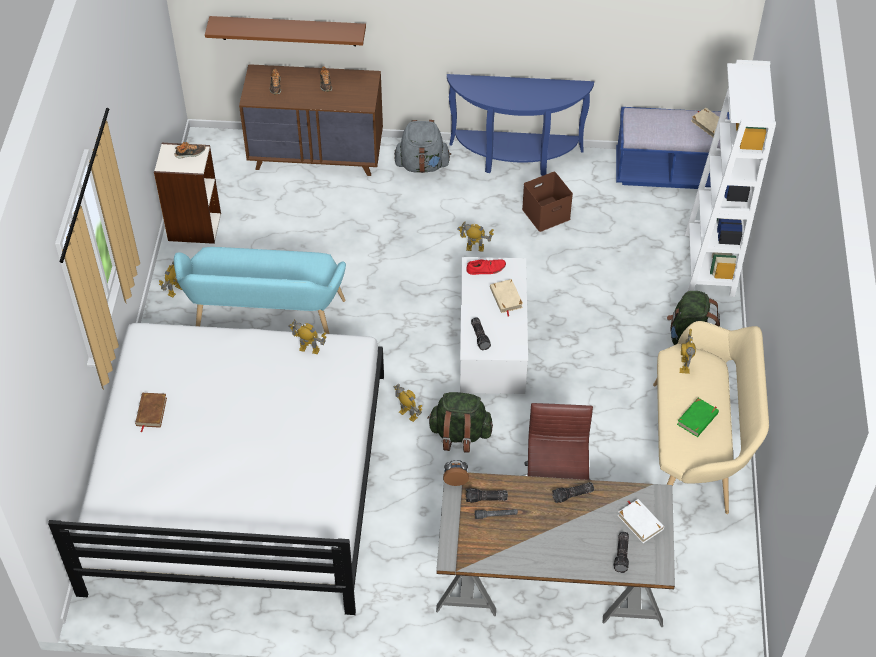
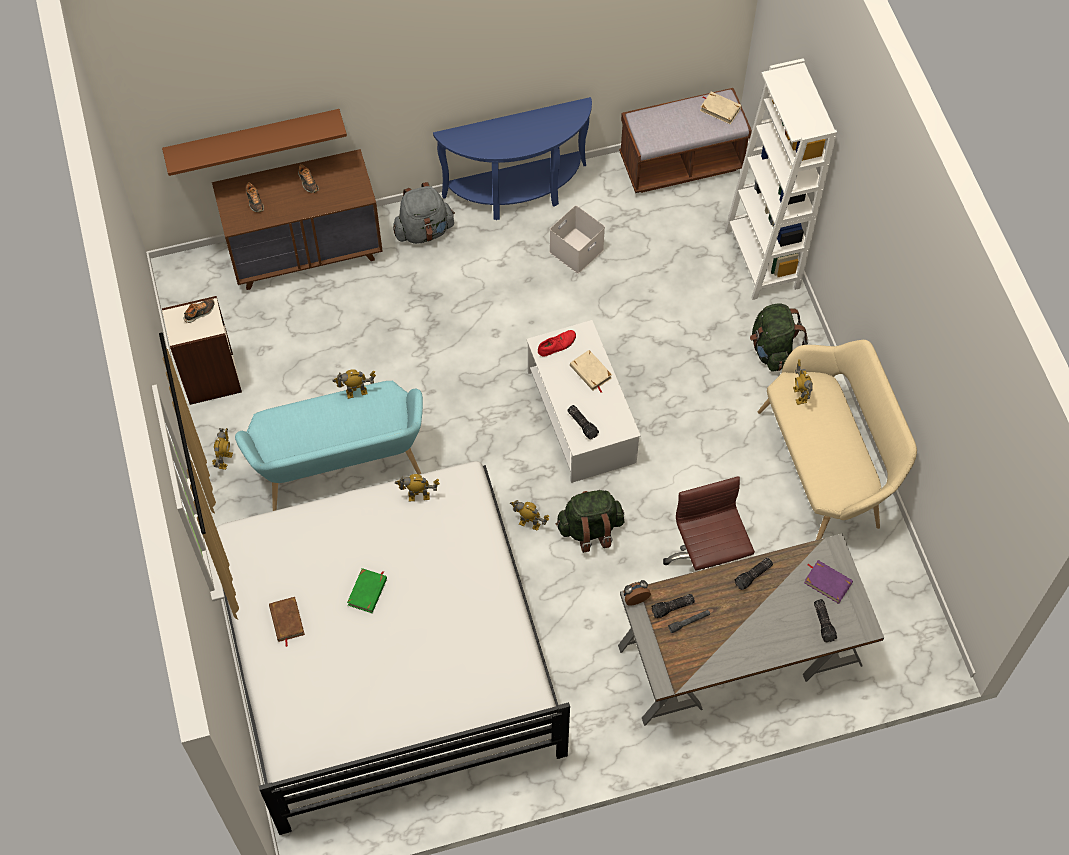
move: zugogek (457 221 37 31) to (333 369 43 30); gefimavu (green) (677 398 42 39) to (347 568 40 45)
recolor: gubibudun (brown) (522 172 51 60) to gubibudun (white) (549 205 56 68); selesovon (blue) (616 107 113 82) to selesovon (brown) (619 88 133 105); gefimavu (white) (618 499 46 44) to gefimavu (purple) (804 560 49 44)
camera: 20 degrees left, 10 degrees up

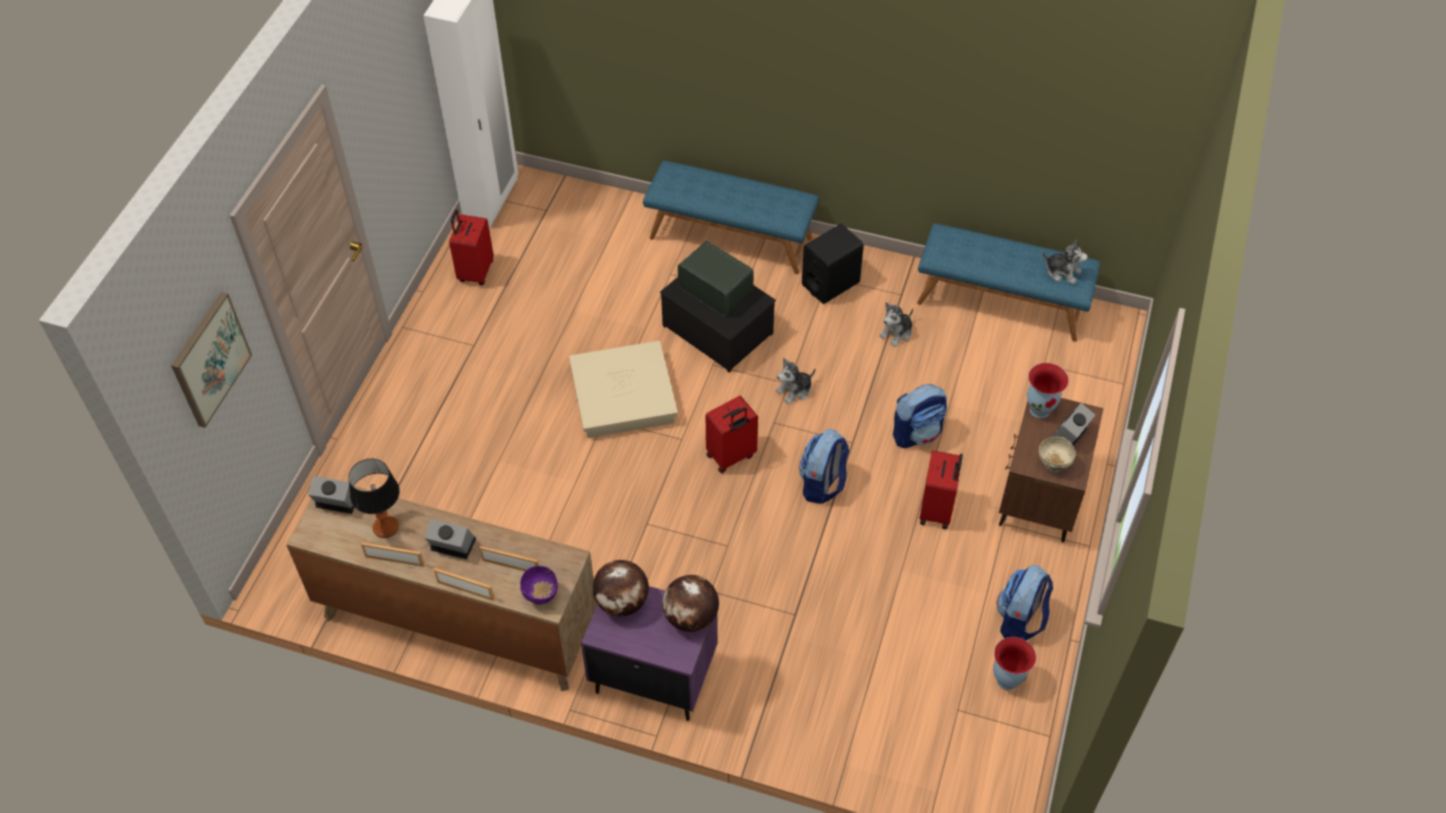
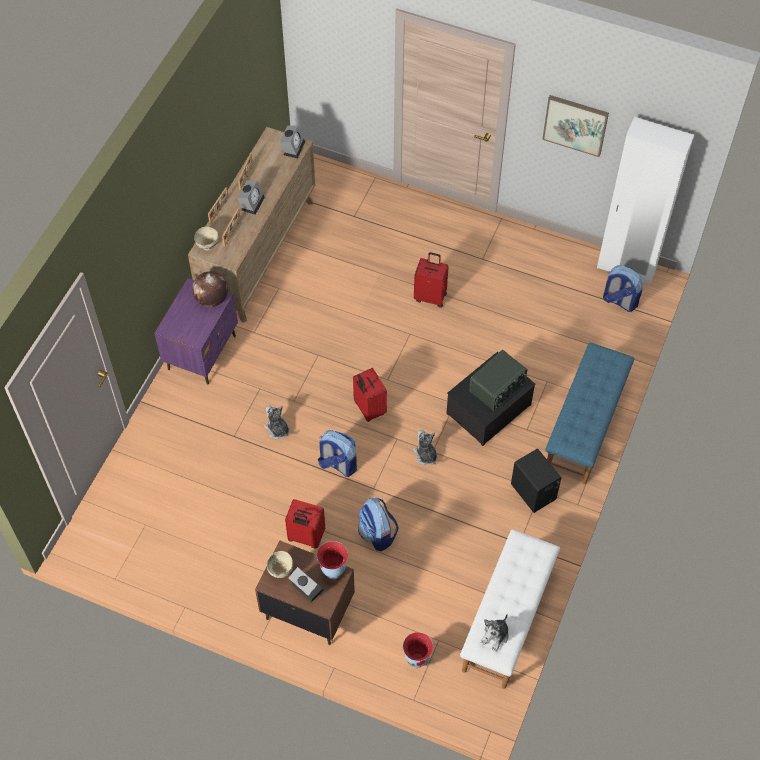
delete: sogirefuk (349 459 51 79); gubibudun (beige) (569 341 109 97); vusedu (662 575 57 57)
move: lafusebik (171 292 81 136) to (542 95 67 62); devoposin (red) (449 209 45 76) to (414 252 35 56); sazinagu (879 302 34 45) to (264 405 25 34); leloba (993 637 43 53) to (403 632 30 36); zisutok (996 565 57 75) to (603 265 40 47)
recolor: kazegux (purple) (520 566 38 39) to kazegux (beige) (194 227 25 24); selesovon (blue) (917 223 184 119) to selesovon (white) (460 529 100 159)
camera: 95 degrees right, 5 degrees up

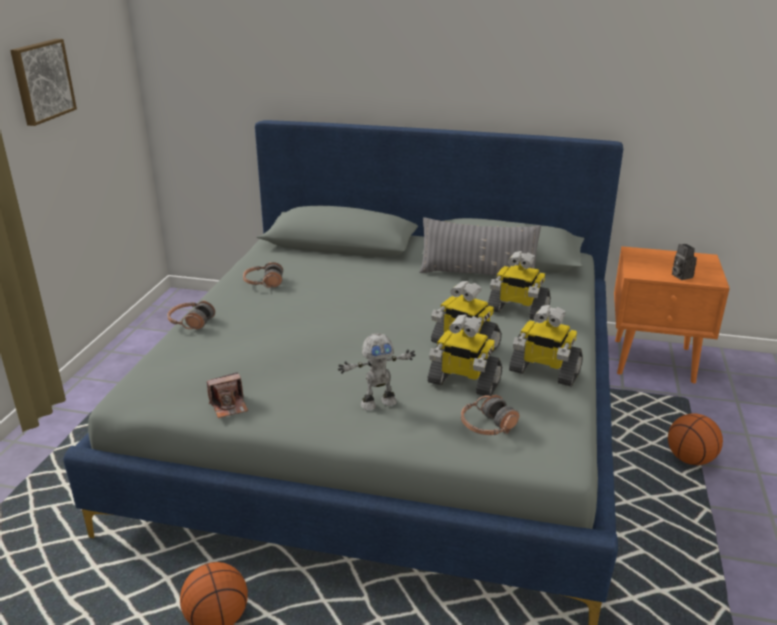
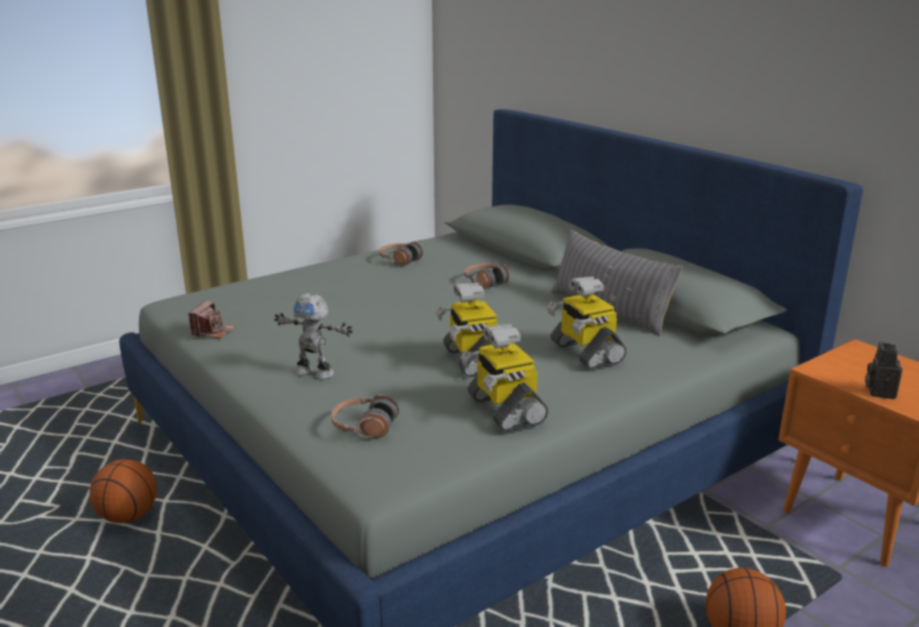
delete: lafusebik (10 39 67 87); zugogek (427 314 75 82)
move: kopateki (167 300 48 29) to (465 264 44 25)
rotate: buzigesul (207 372 41 46) = (188 301 48 37) 90 degrees counterclockwise
camera: 40 degrees right, 5 degrees down

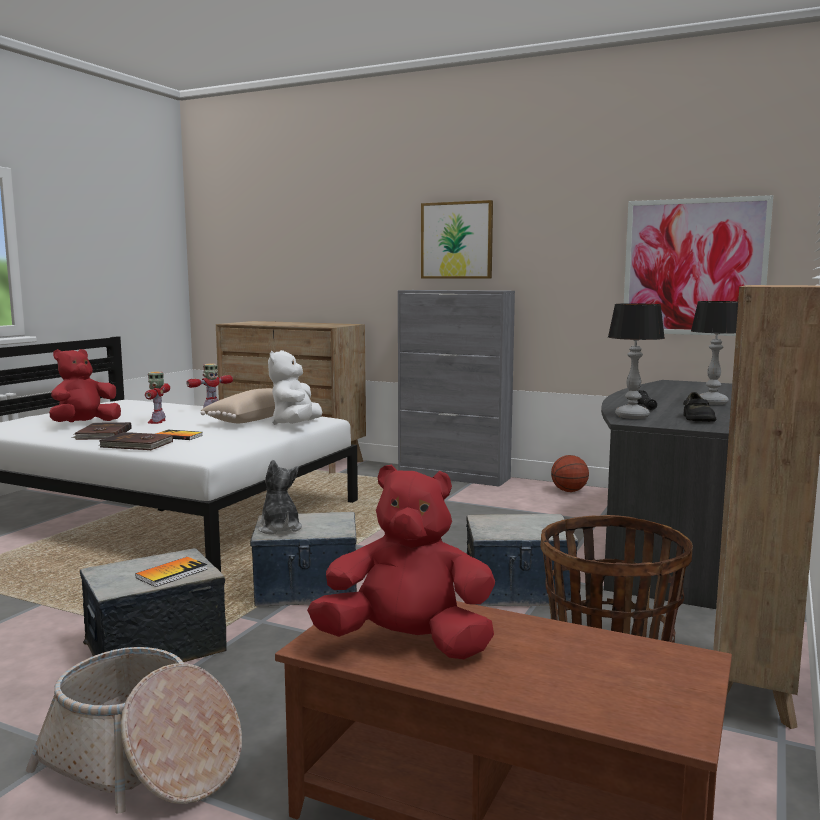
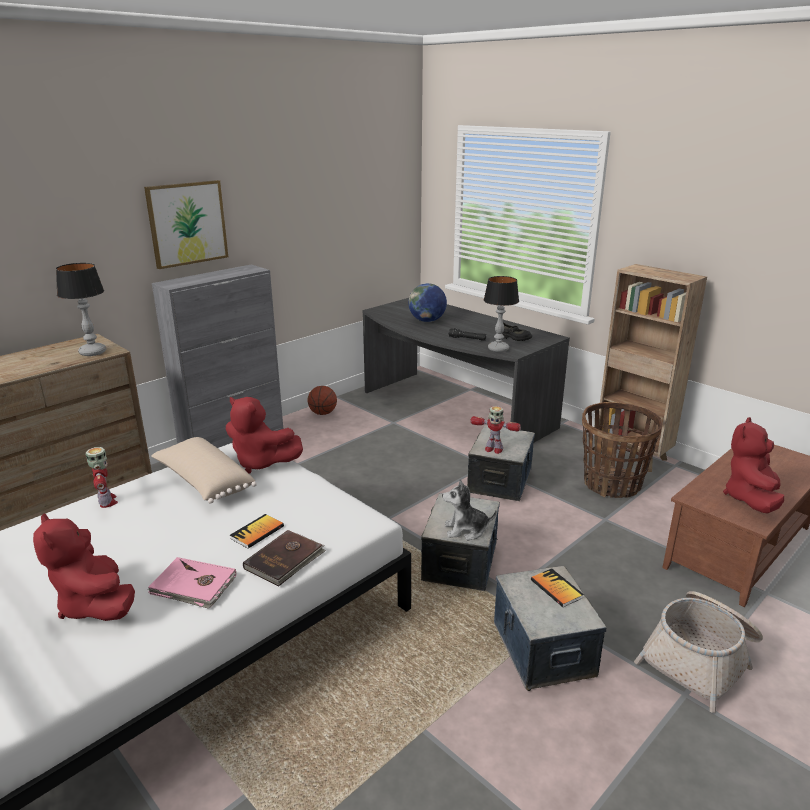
delete: lafusebik (624 195 149 141)
insert: vusedu (408 283 39 39)
move: zugogek (145 372 25 52) to (470 406 51 48); sogirefuk (691 301 47 104) to (56 263 50 93)
recolor: gefimavu (brown) (72 422 60 18) to gefimavu (pink) (148 557 88 52); sazinagu (white) (268 350 54 75) to sazinagu (red) (226 397 77 77)
camera: 70 degrees left, 15 degrees up

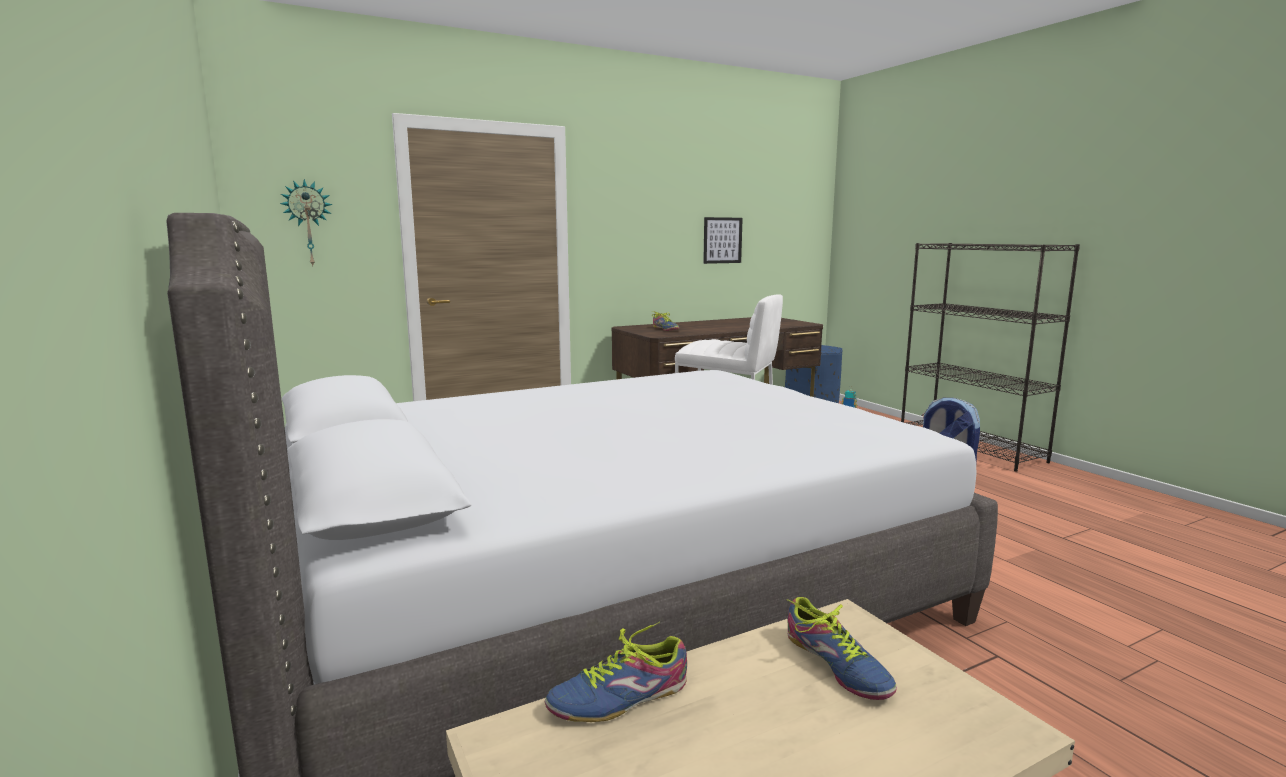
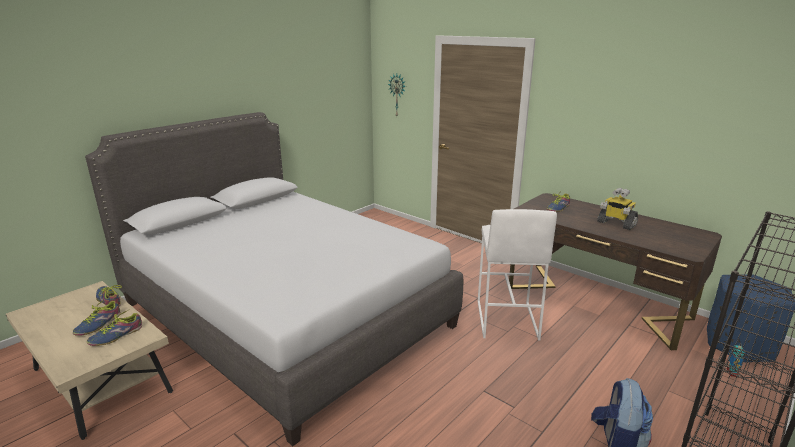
delete: lafusebik (703 217 40 47)
insert: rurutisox (73 298 48 38); zugogek (597 188 41 42)
camera: 70 degrees right, 10 degrees up

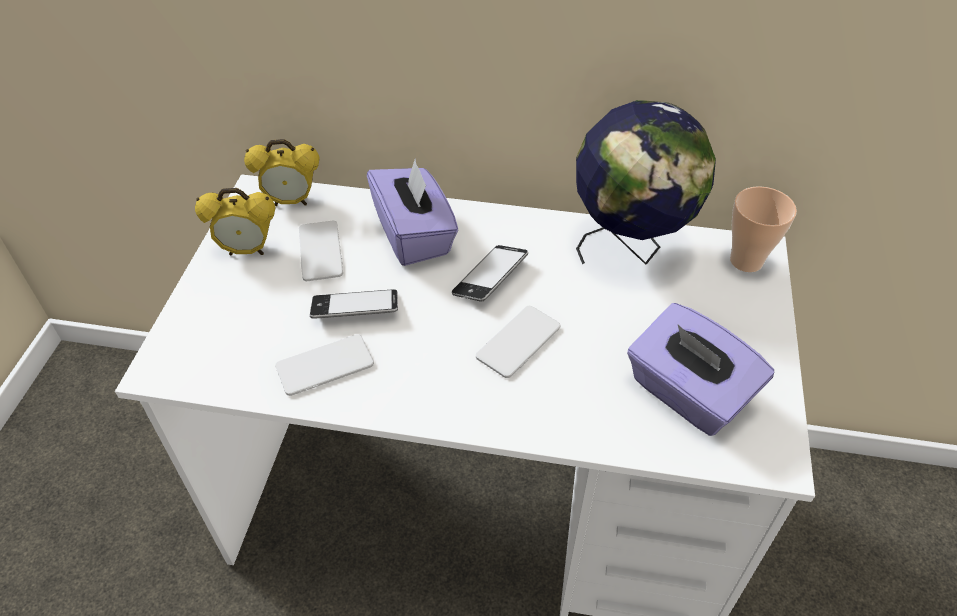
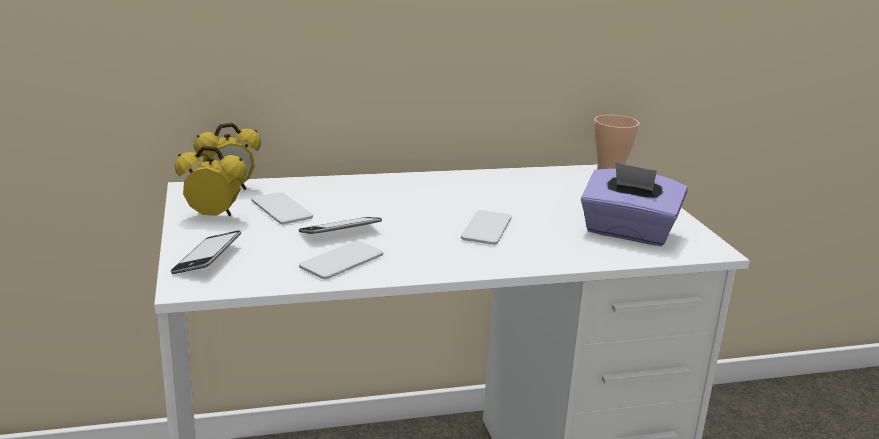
delete: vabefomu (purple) (367 159 92 107); vusedu (576 100 140 165)
move: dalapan (452 245 76 57) to (171 230 70 44)
rotate: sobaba (195 188 80 68) = (175 146 72 70) 150 degrees counterclockwise
camera: 25 degrees left, 25 degrees down

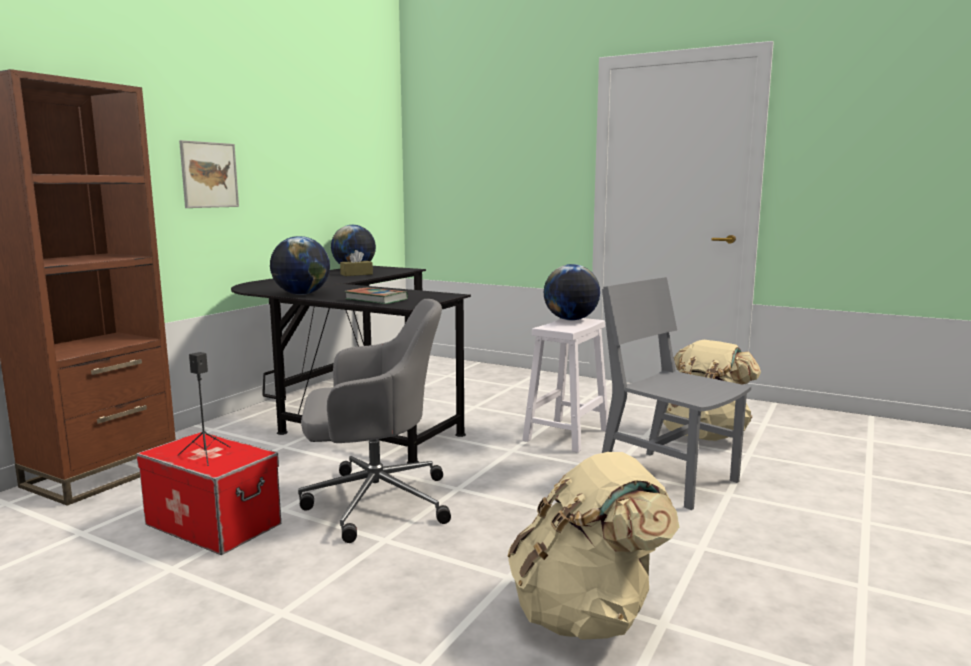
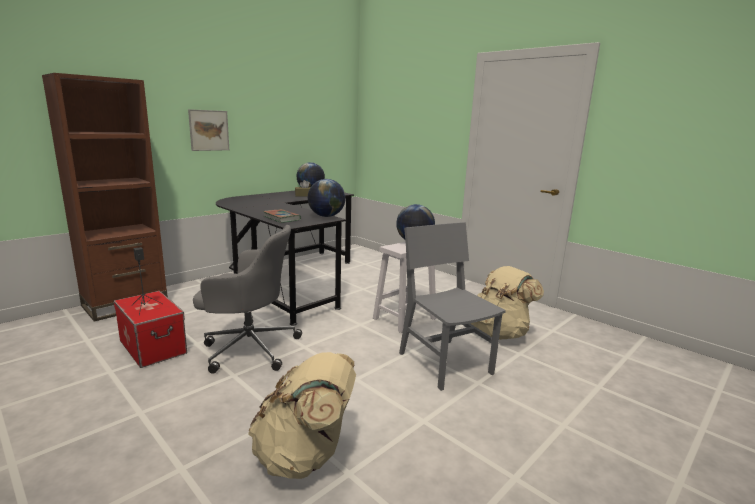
move: vusedu (270 236 60 59) to (308 179 38 38)
camera: 15 degrees right, 5 degrees up

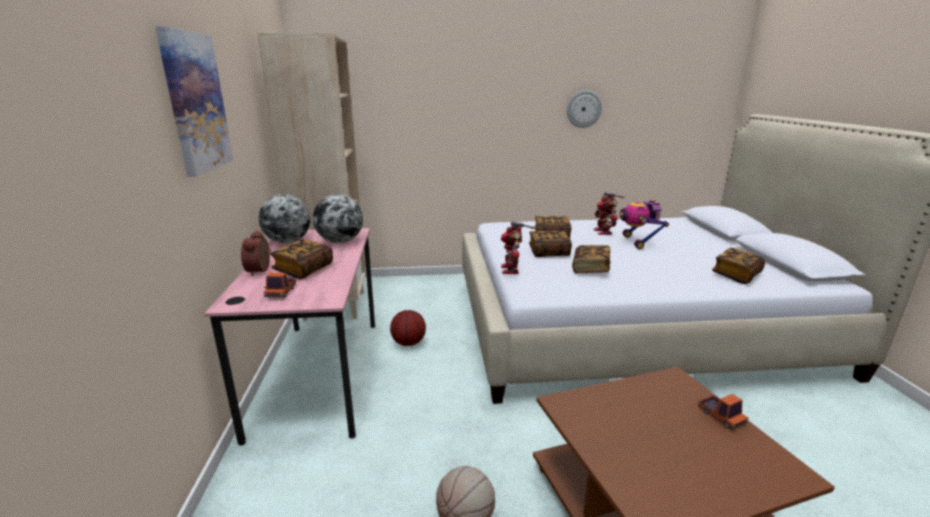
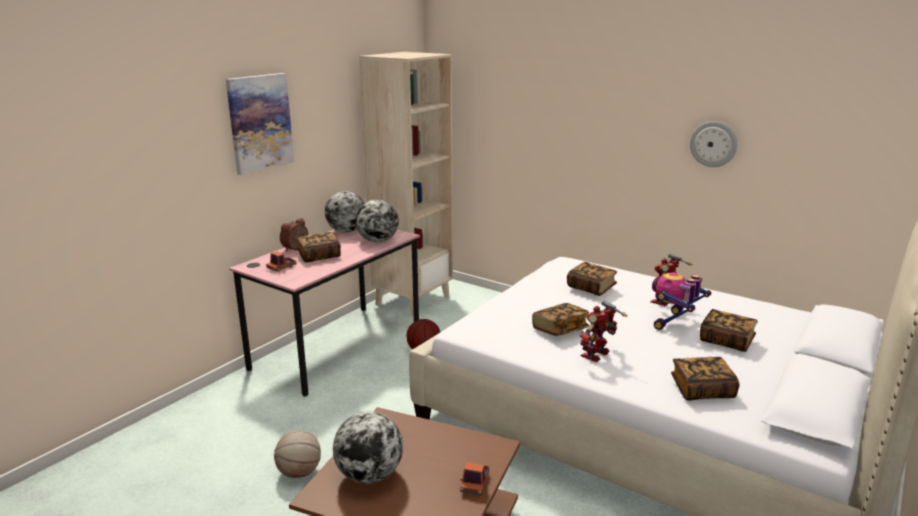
insert: vusedu (333 411 70 73)
move: zugogek (501 221 35 53) to (580 300 47 62); gefimavu (529 231 43 26) to (700 309 58 43)
camera: 40 degrees right, 0 degrees up

